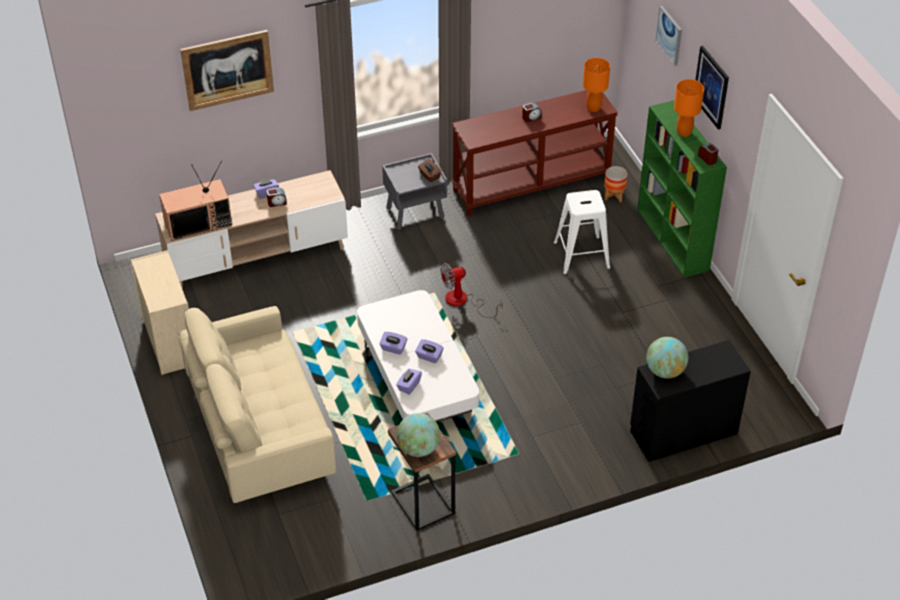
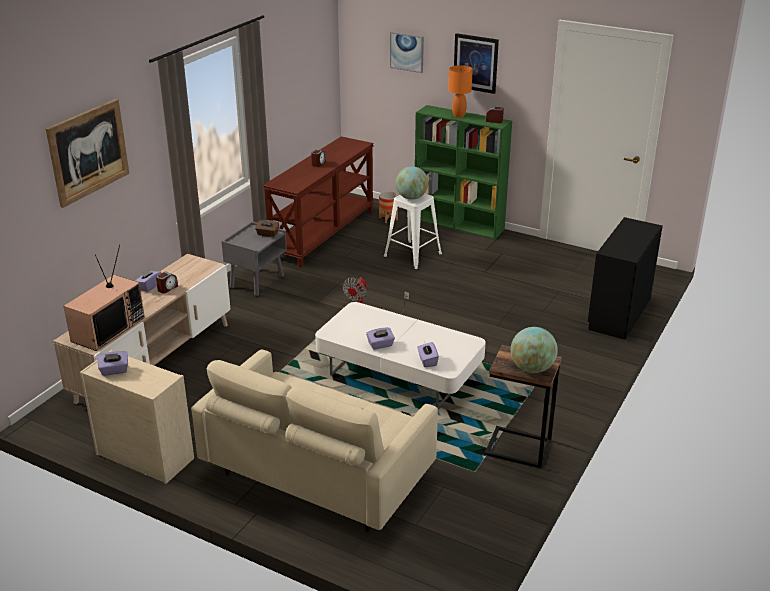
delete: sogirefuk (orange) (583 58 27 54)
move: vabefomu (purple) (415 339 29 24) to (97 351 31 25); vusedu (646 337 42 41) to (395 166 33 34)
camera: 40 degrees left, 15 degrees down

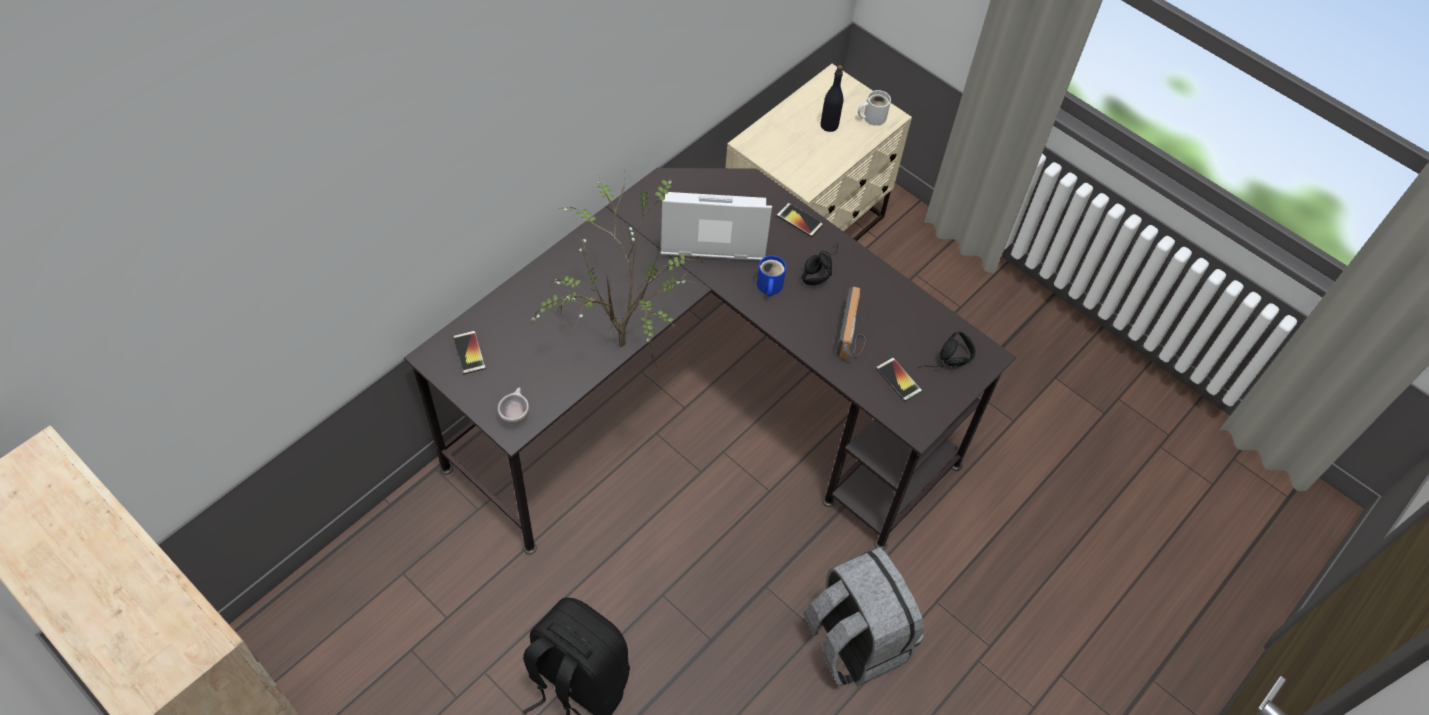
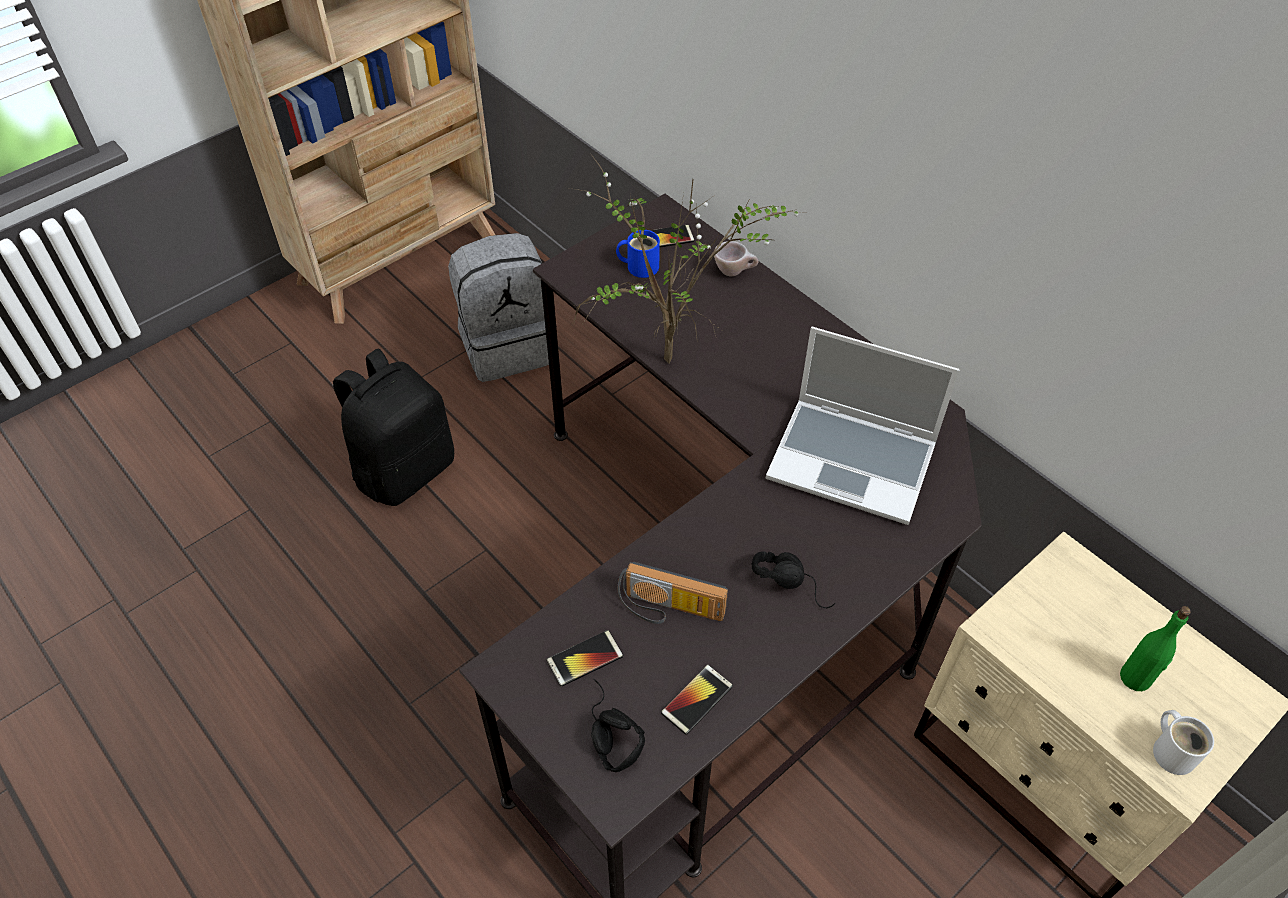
move: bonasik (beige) (498 387 31 38) to (714 241 44 35); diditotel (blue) (757 255 29 42) to (616 230 44 48); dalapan (776 203 47 34) to (661 665 72 70); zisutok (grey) (804 547 120 140) to (448 233 109 149)
recolor: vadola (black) (820 65 24 67) to vadola (green) (1120 606 71 85)
rotate: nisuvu (661 192 111 69) = (766 327 193 198) 105 degrees clockwise
camera: 100 degrees right, 5 degrees down

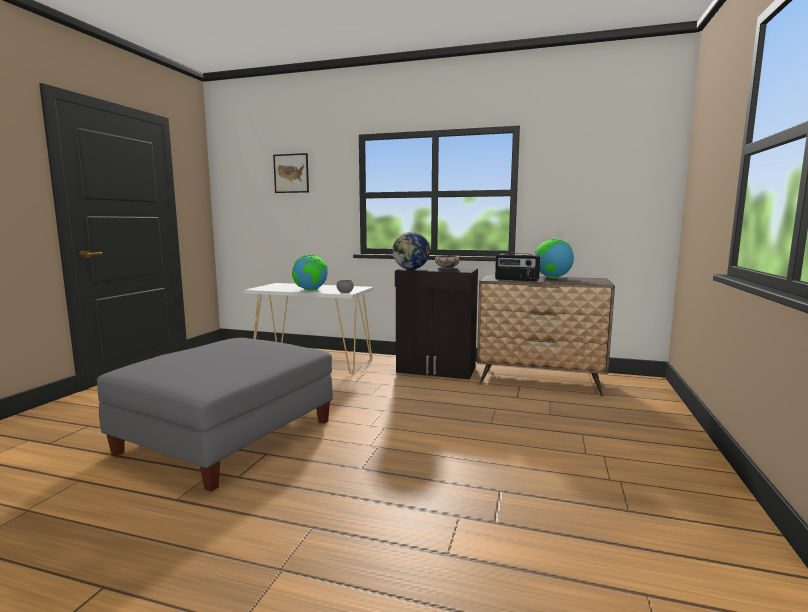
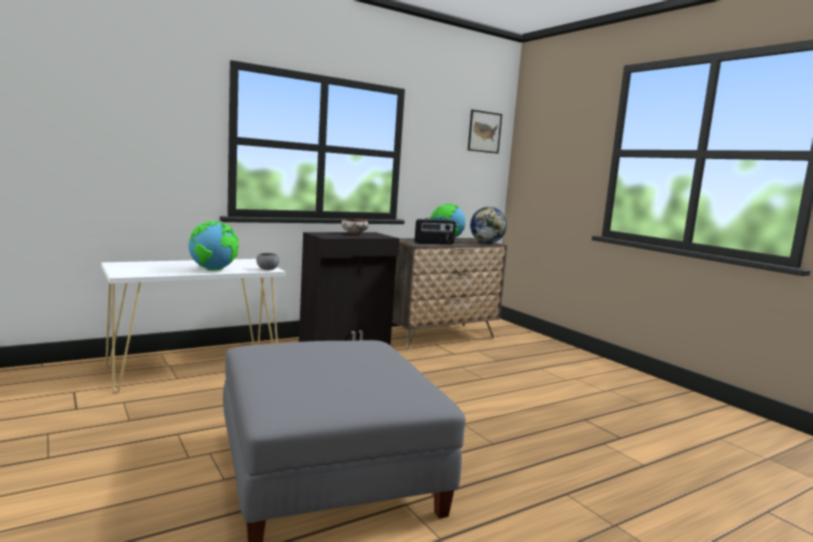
move: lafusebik (273 153 36 40) to (468 110 34 43); vusedu (392 232 38 37) to (470 207 37 36)
camera: 50 degrees left, 0 degrees up

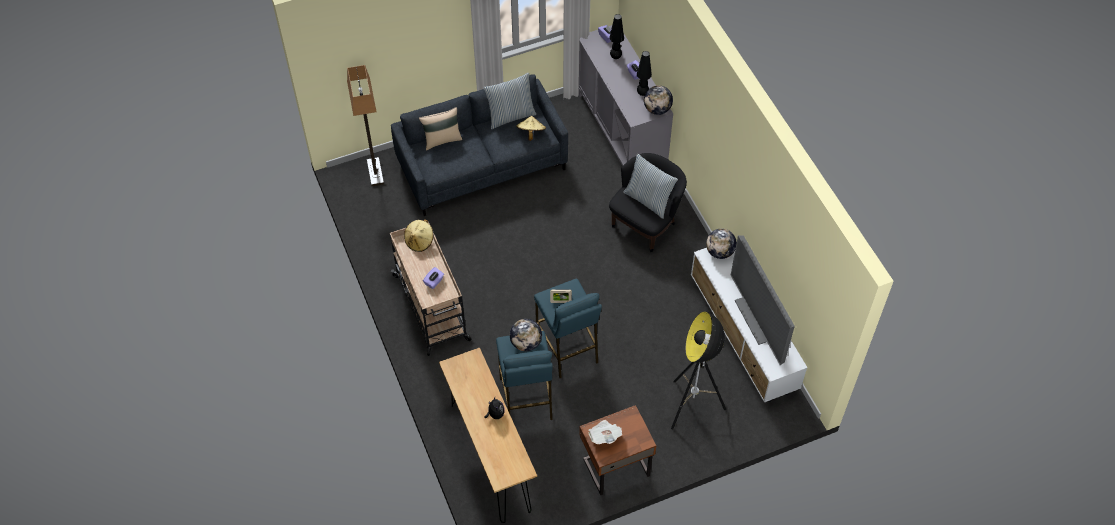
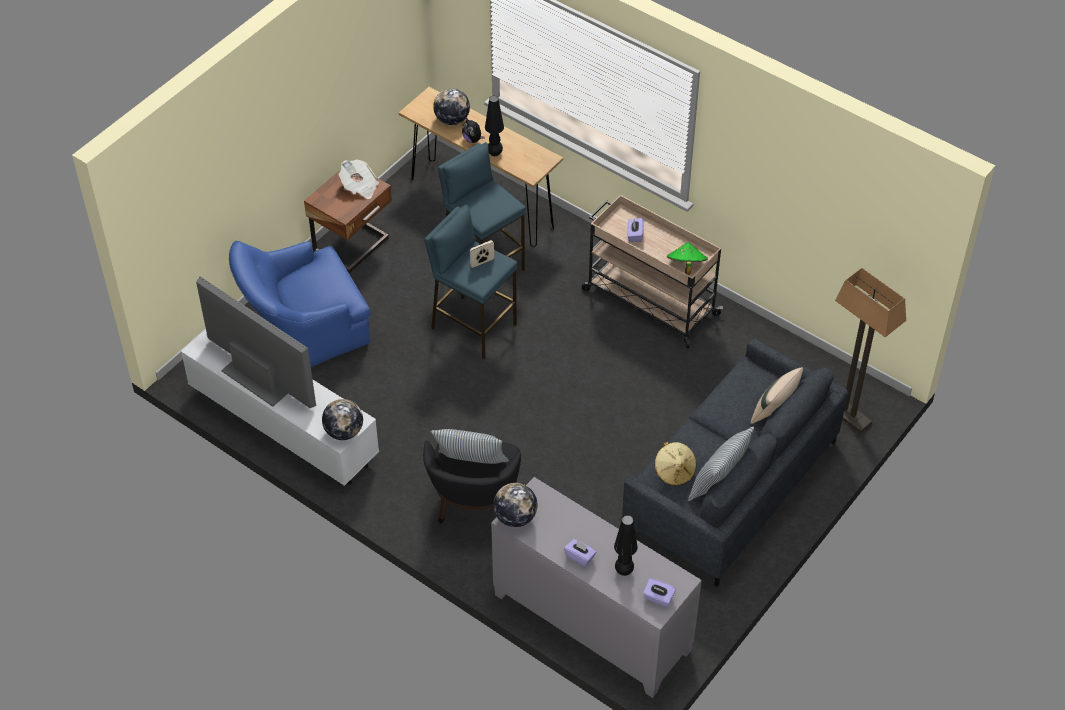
move: vusedu (510 319 32 32) to (433 88 37 37); sogirefuk (black) (637 51 15 45) to (485 96 19 60)
replace: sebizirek (671 311 55 119) to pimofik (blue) (229 241 141 126)
recolor: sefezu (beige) (404 219 29 33) to sefezu (green) (667 242 41 33)
camera: 150 degrees right, 5 degrees down

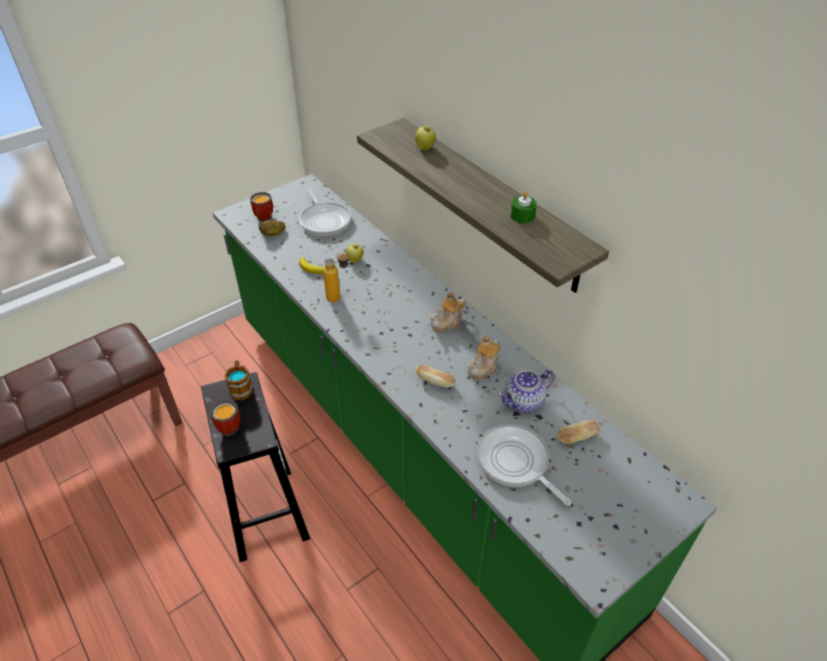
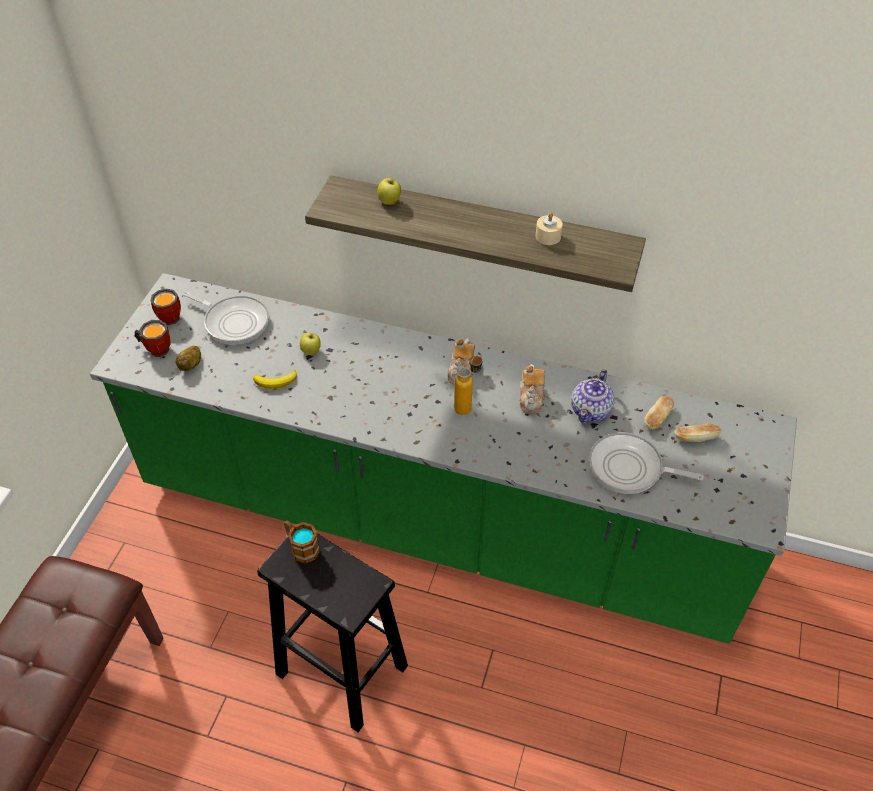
move: diditotel (210 398 30 38) to (151 289 30 36); vadola (323 252 26 50) to (455 354 27 61); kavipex (416 365 40 23) to (675 424 46 18)
recolor: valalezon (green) (510 191 27 33) to valalezon (beige) (535 212 28 33)
camera: 35 degrees left, 5 degrees up

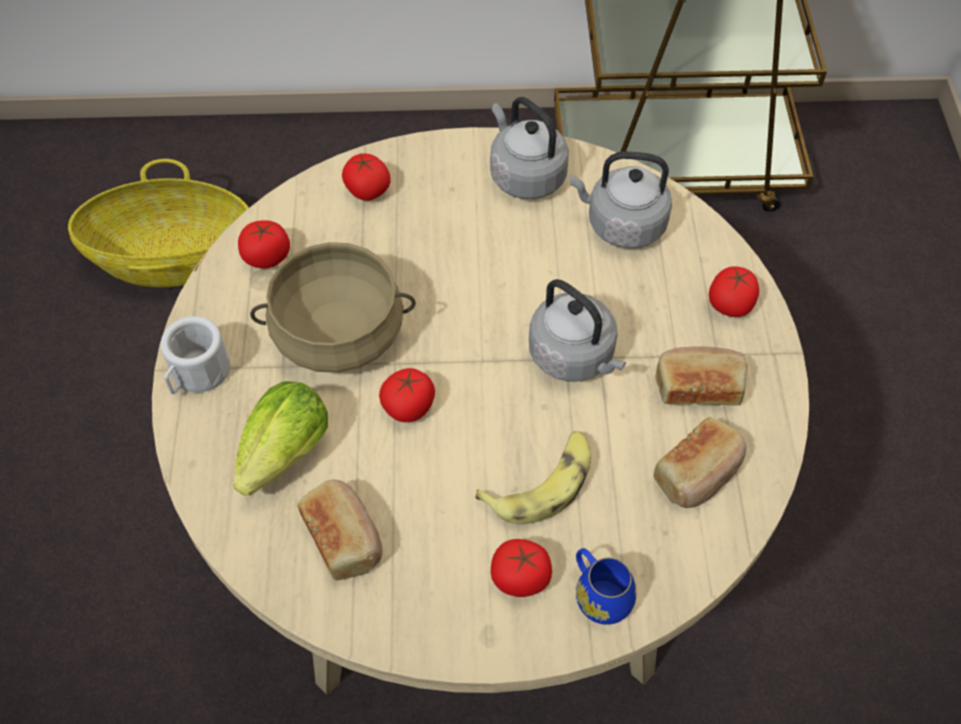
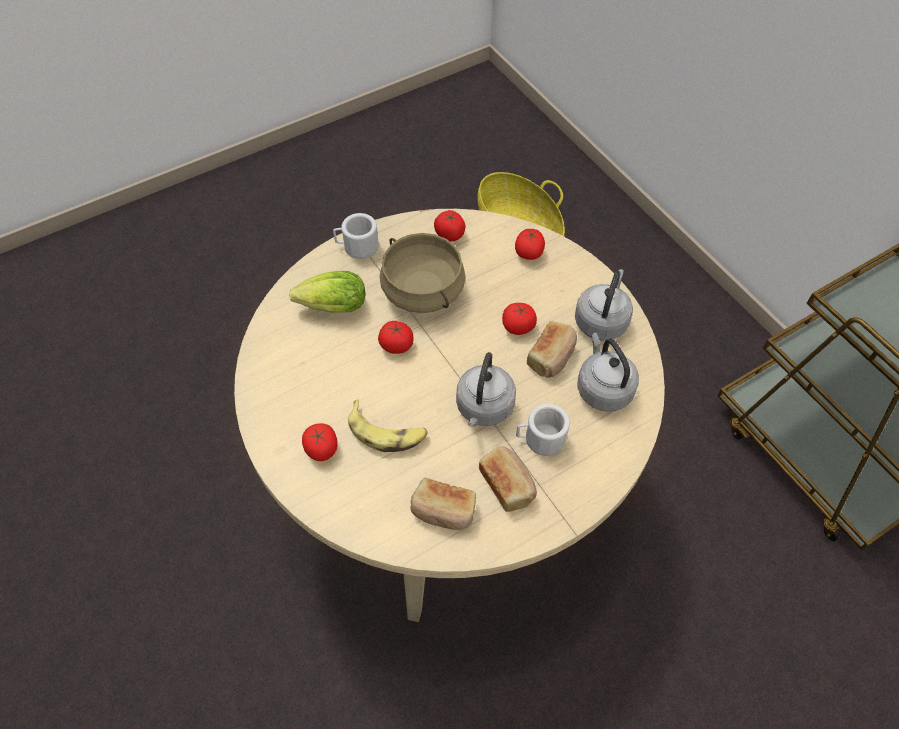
delete: diditotel (blue) (576 548 60 77)
insert: diditotel (white) (516 404 54 52)
move: kavipex (297 480 85 100) to (527 321 50 57); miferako (709 266 50 51) to (502 303 35 32)
camera: 60 degrees right, 0 degrees up

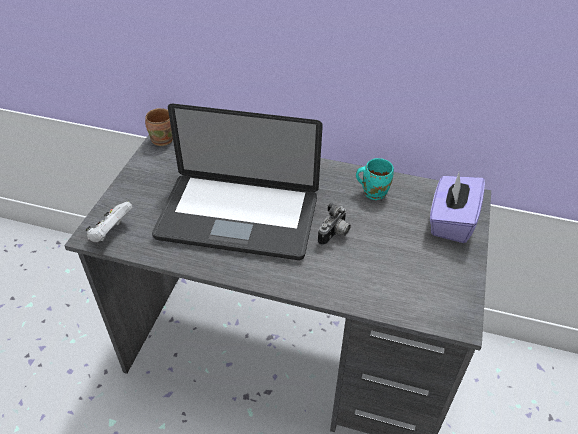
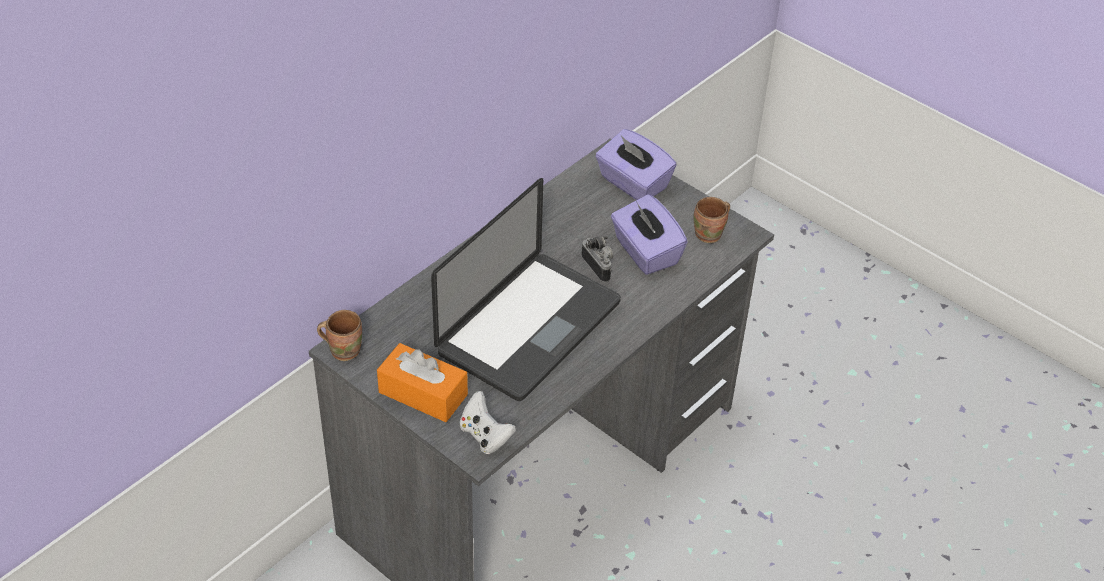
delete: diditotel (turquoise) (356 158 38 42)
insert: vabefomu (orange) (377 343 91 79); vabefomu (purple) (611 194 77 81); diditotel (brown) (694 197 36 46)
camera: 65 degrees left, 0 degrees up

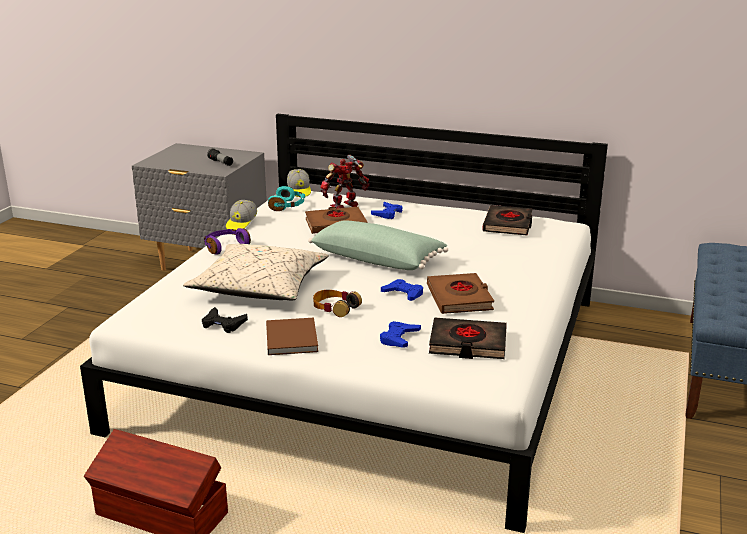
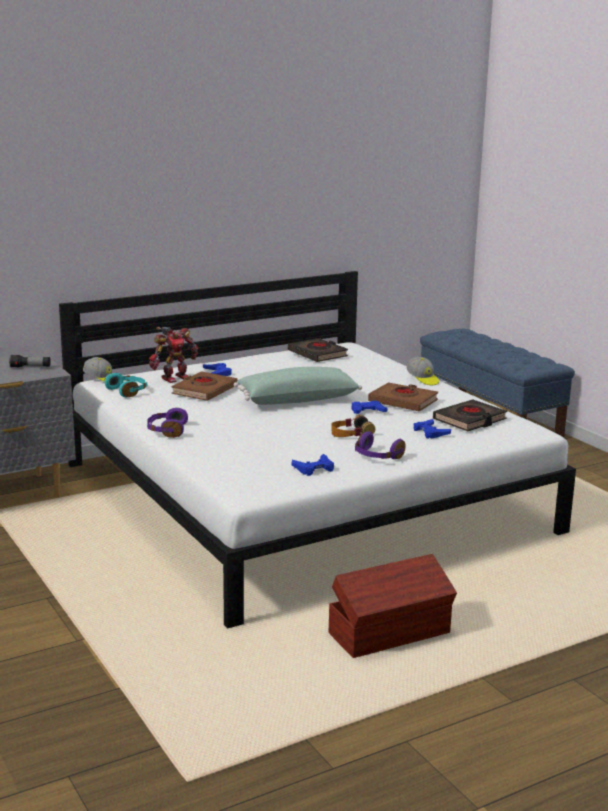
delete: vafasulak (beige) (183 244 146 57)
move: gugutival (226 200 31 30) to (407 357 32 28)
replace: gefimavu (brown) (266 318 52 37) to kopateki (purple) (355 432 50 27)
recolor: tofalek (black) (202 307 46 26) to tofalek (blue) (292 454 42 22)
rotate: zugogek (320 155 49 53) = (149 327 49 56) 135 degrees counterclockwise
camera: 50 degrees left, 5 degrees down

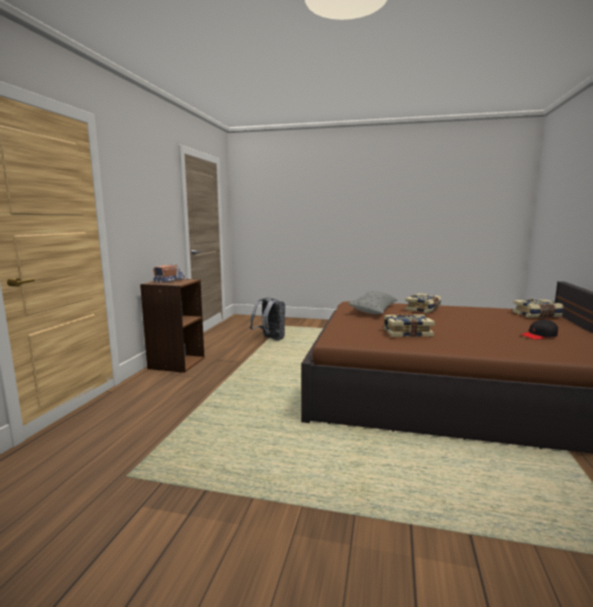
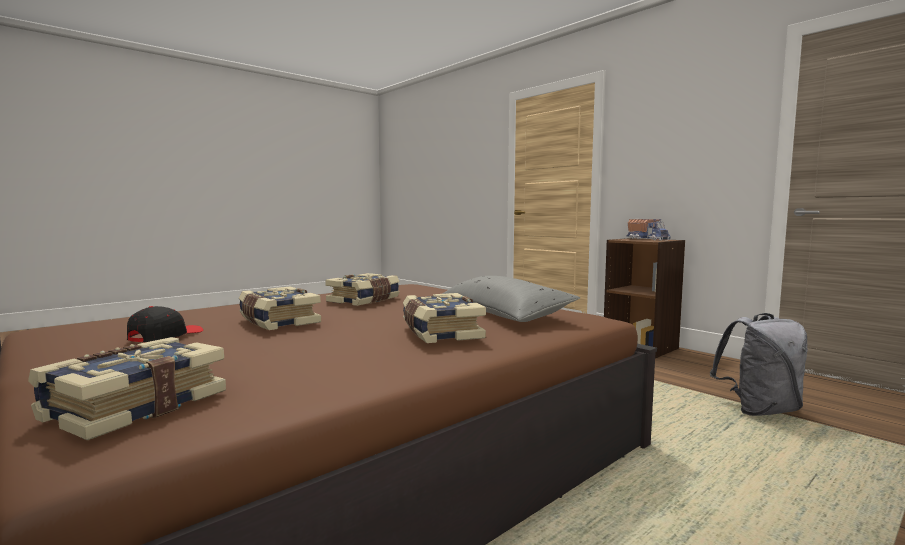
insert: gefimavu (239 286 82 44)
camera: 125 degrees right, 5 degrees down

